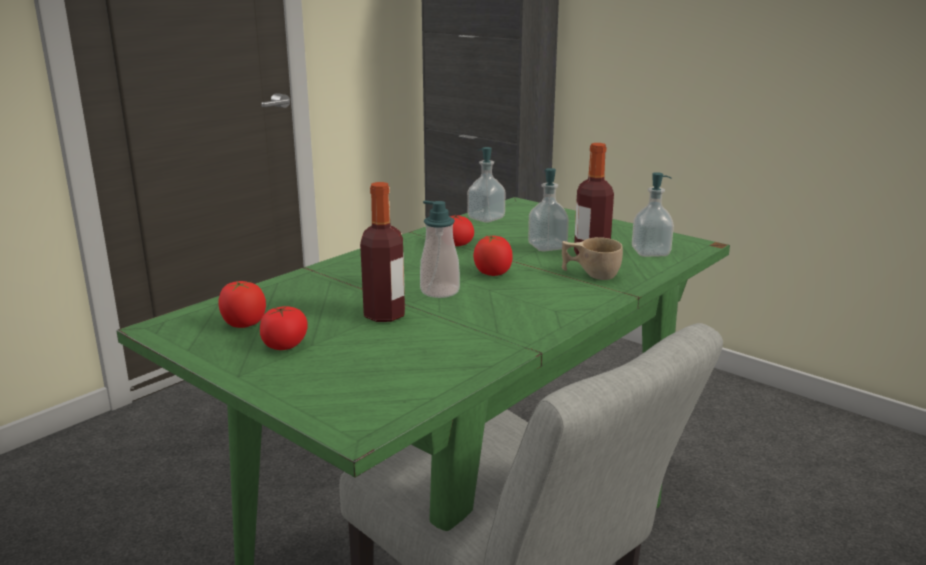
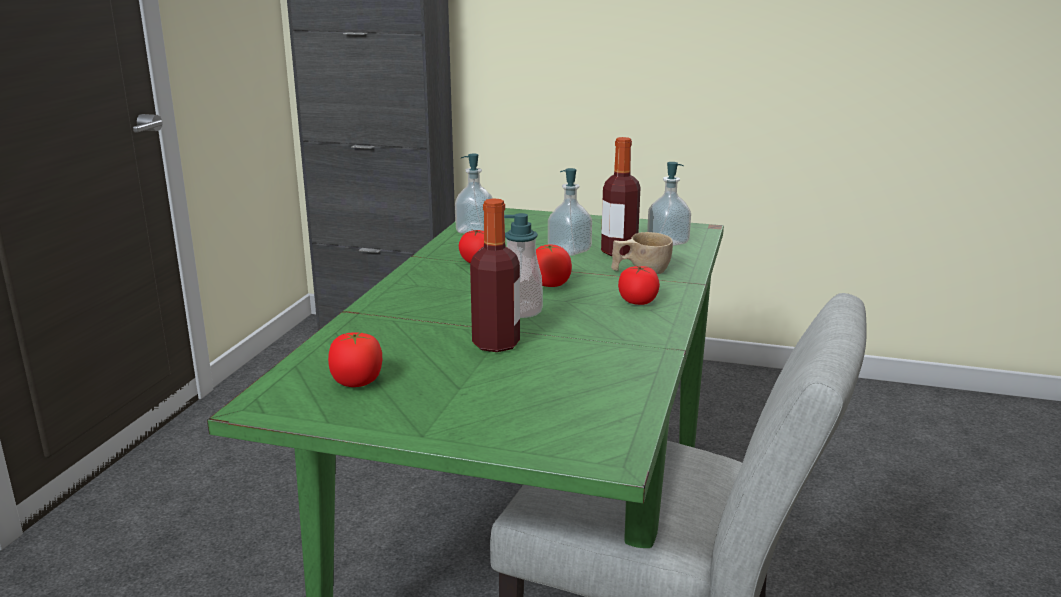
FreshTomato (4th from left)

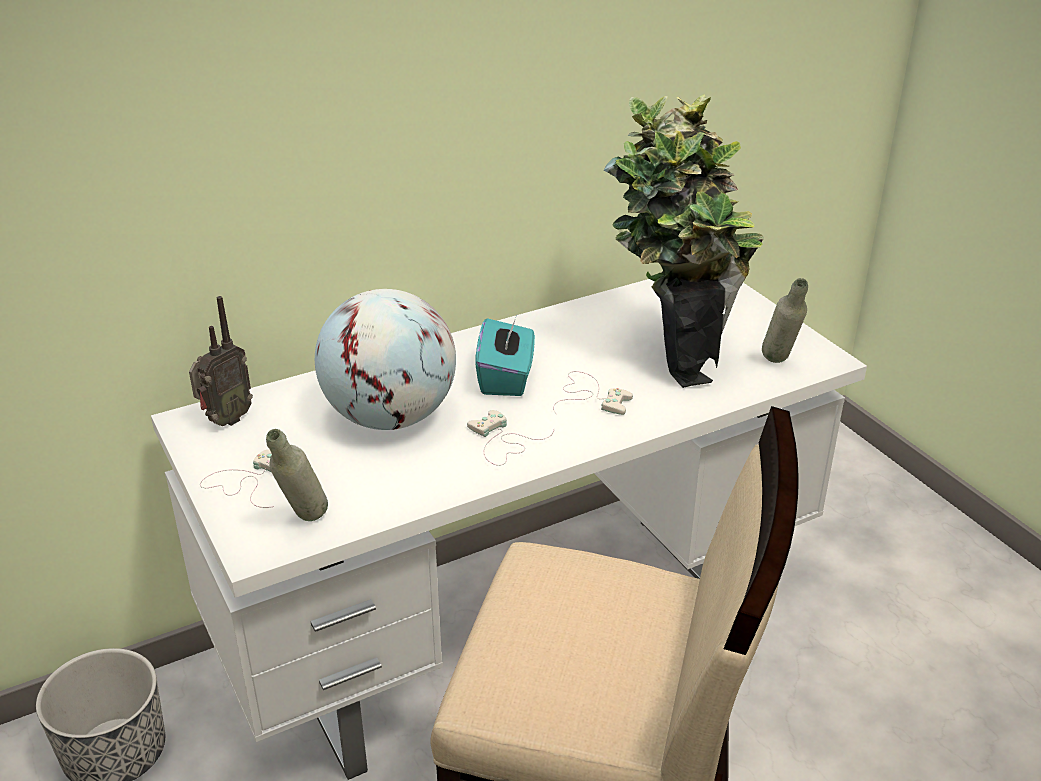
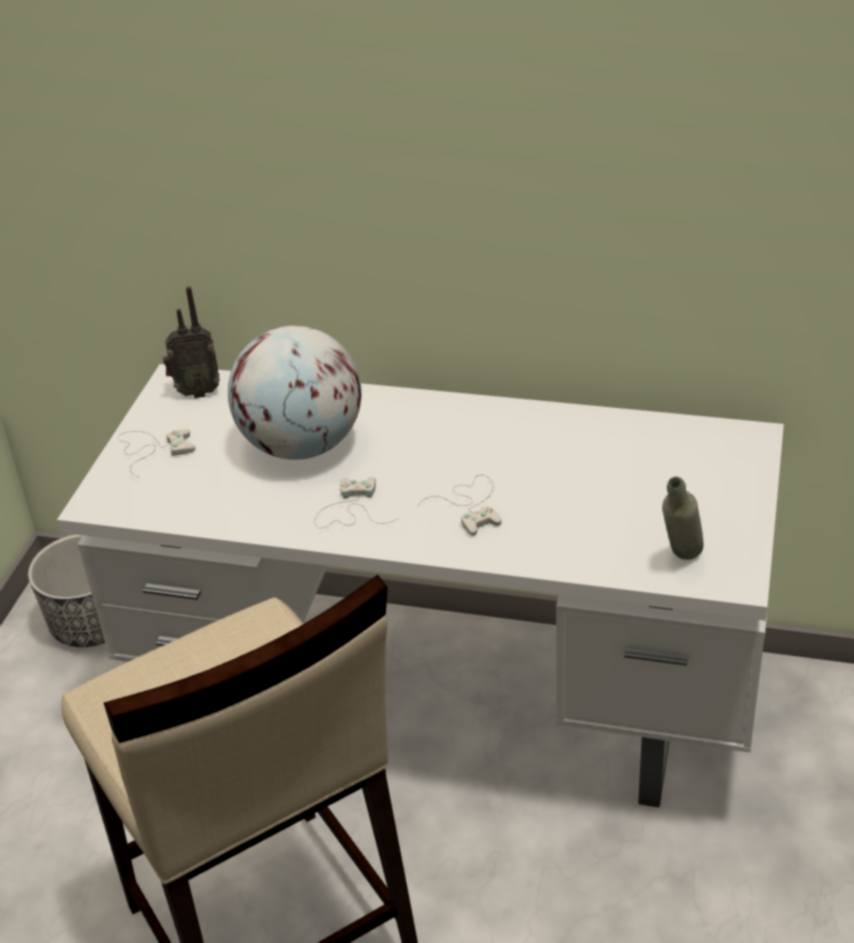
GrayBottle (1st from left in the first image)
TurquoiseColouredTissueBox
PlantInAPot

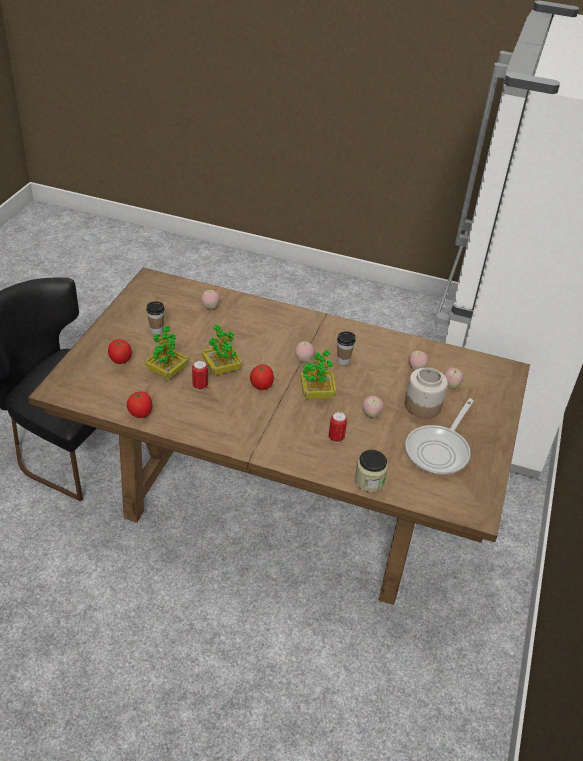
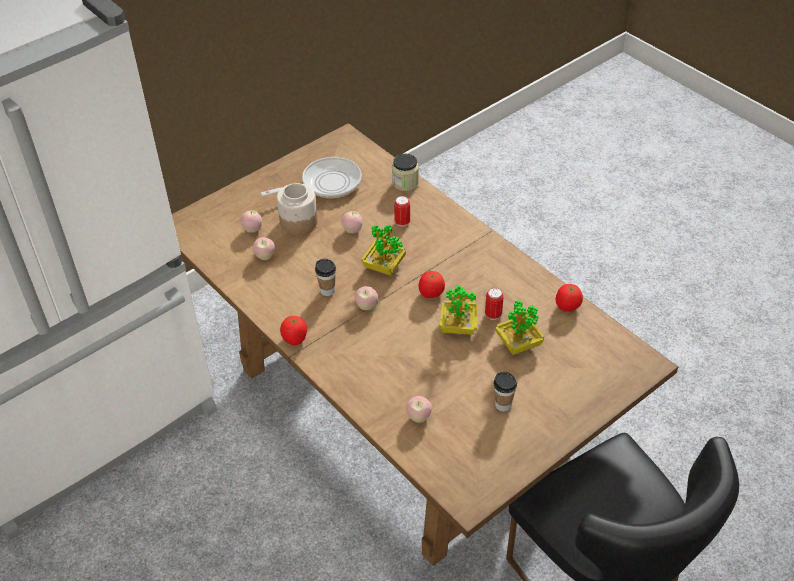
FreshTomato (1st from left)

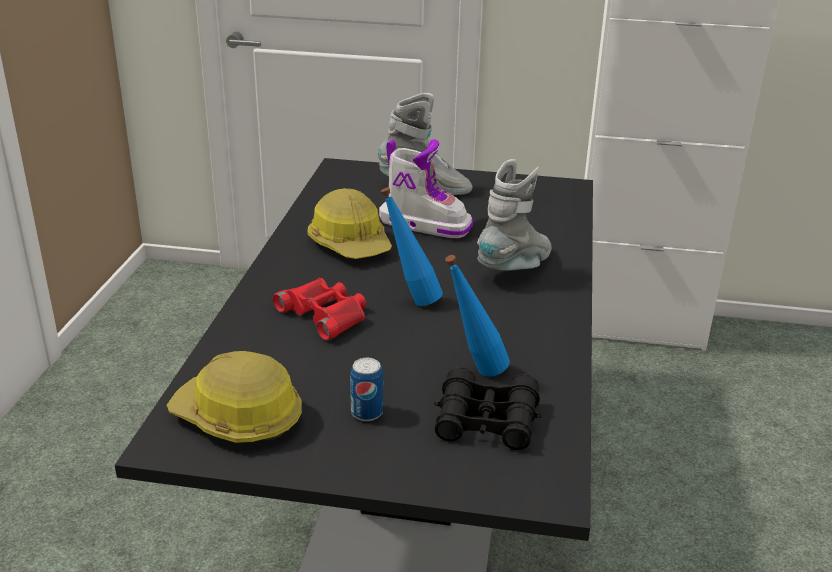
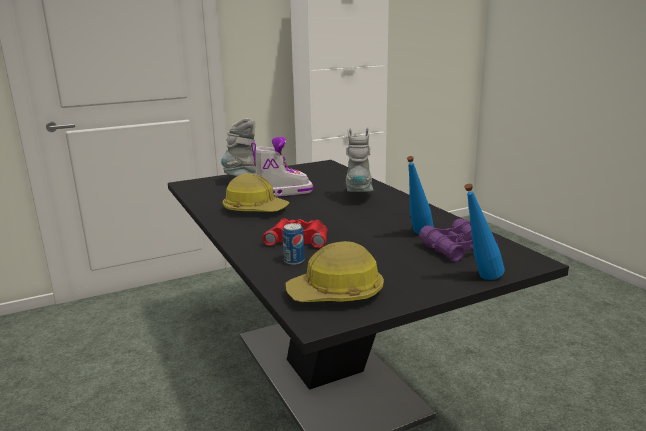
SealedCan
BluishBottle (2nd from left)
PurpleColouredPairOfBinoculars

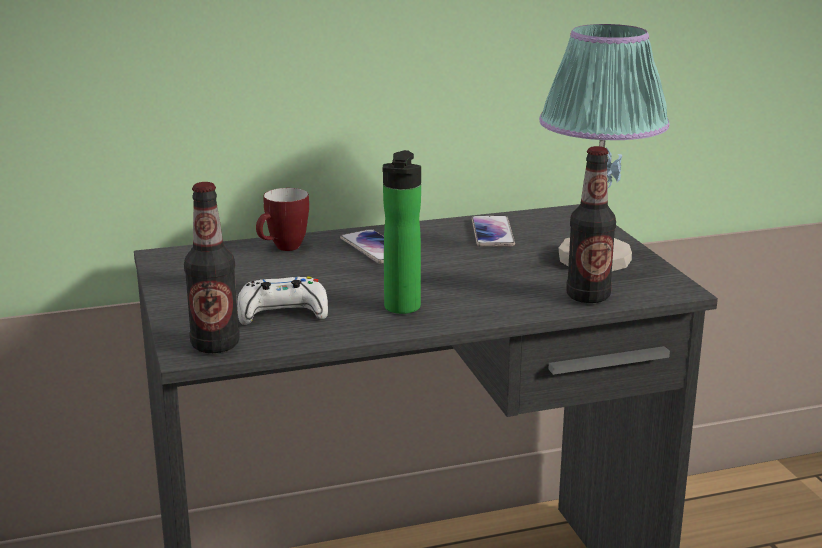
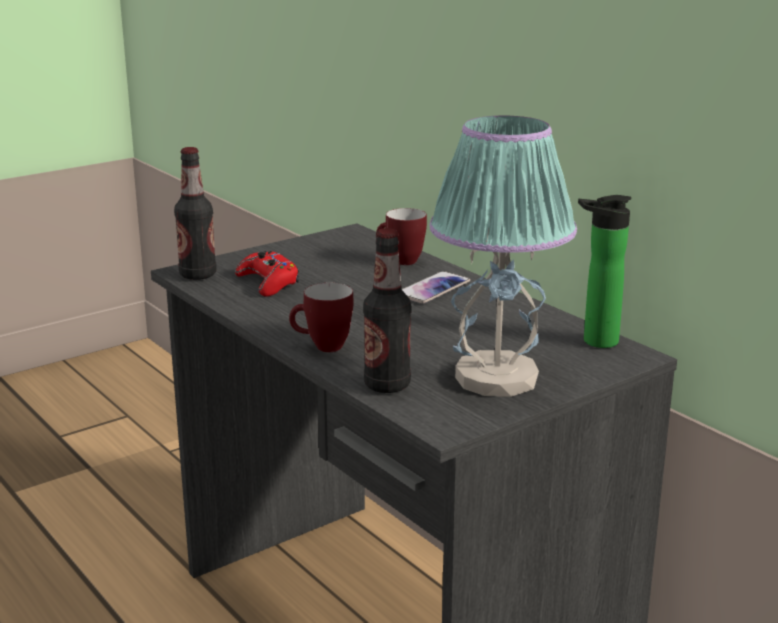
ReddishGamepad
Bottle (3rd from left)
Telephone (2nd from left in the first image)
TeaMug (1st from left)

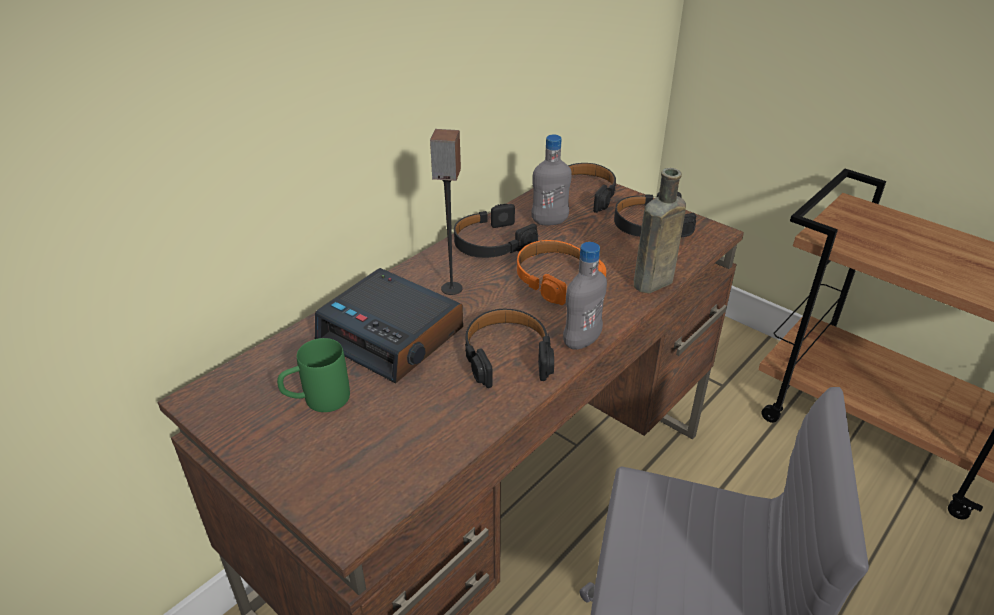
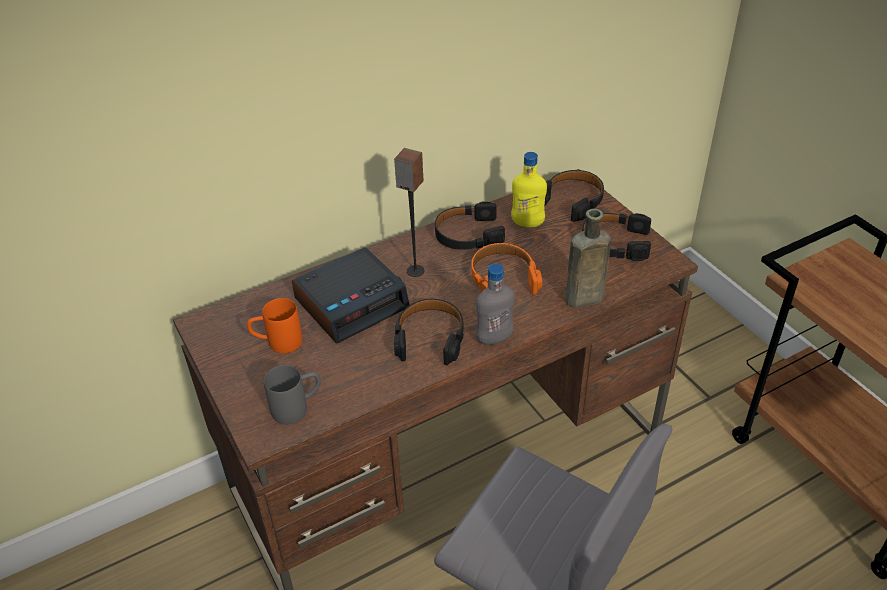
OrangeyTeaMug
AlarmClock
YellowishBottle
GrayTeaMug

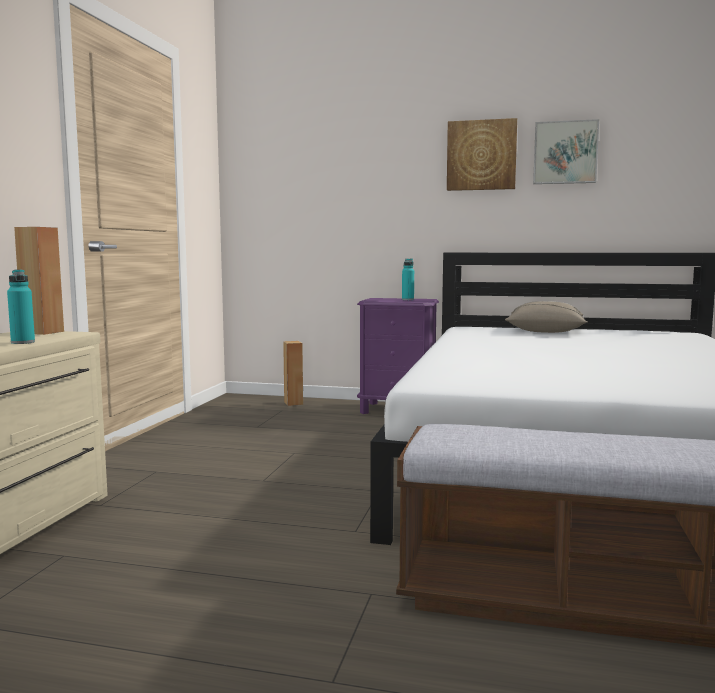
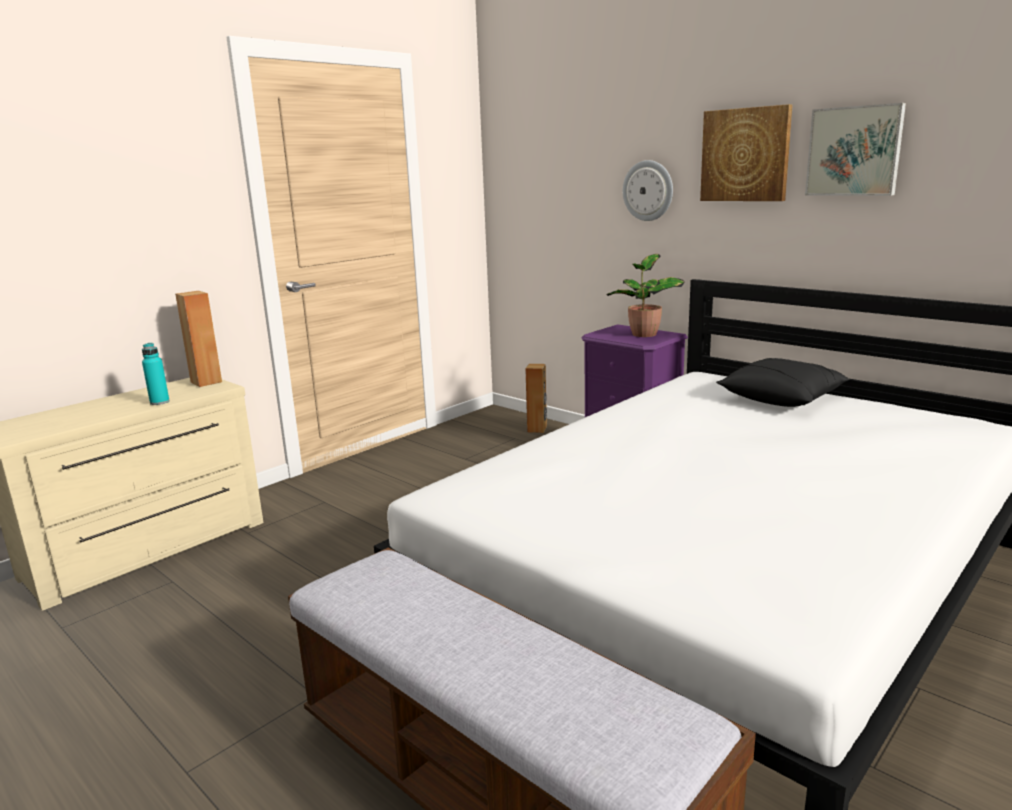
PlantInAPot
BlackCushion
ClockOnTheWall

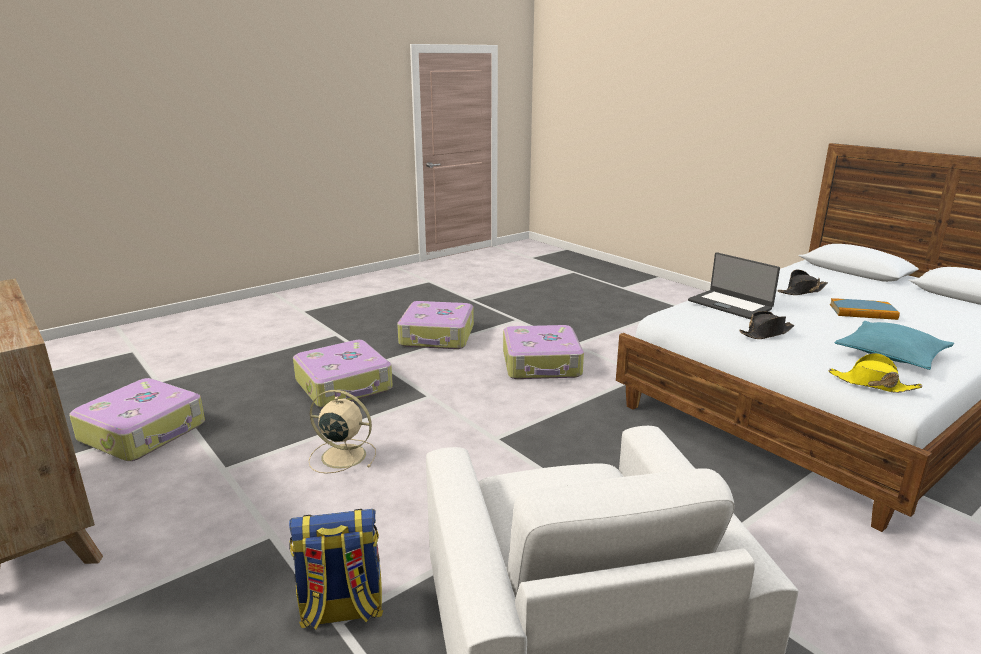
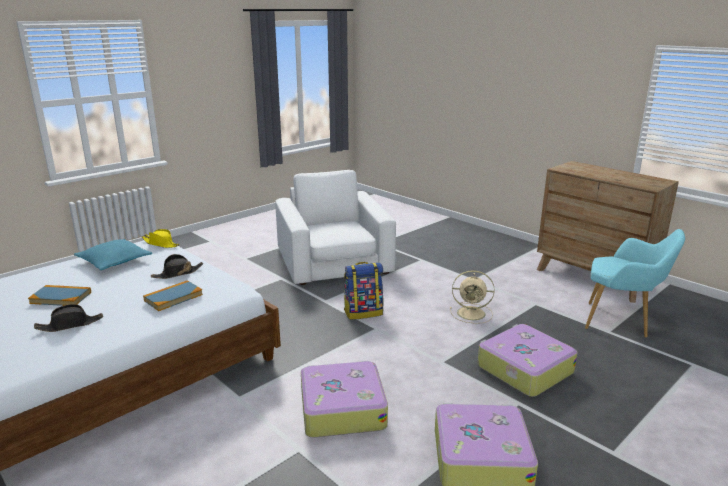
TurquoiseColouredArmchair
Knapsack
BoundBook (2nd from left)

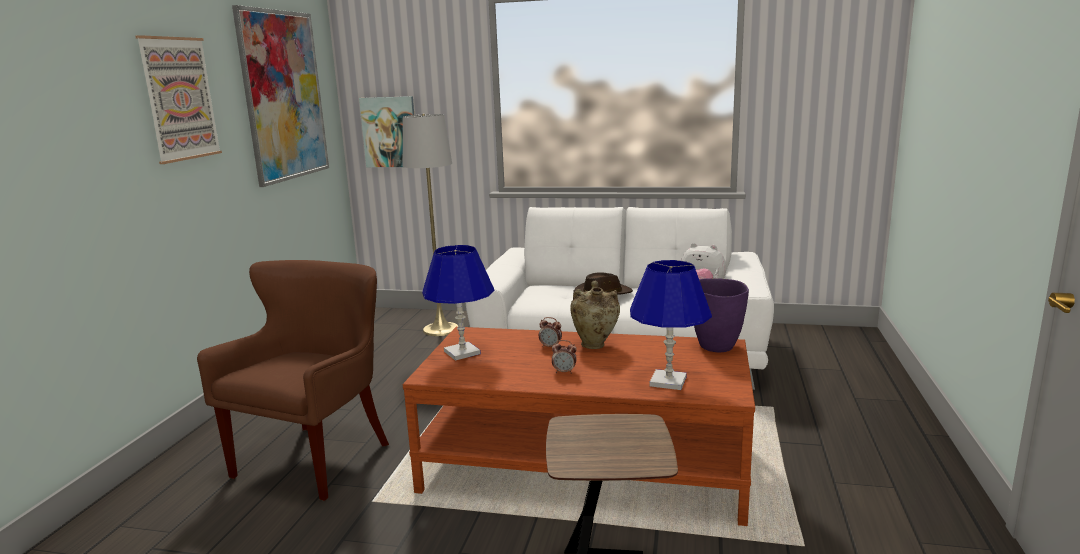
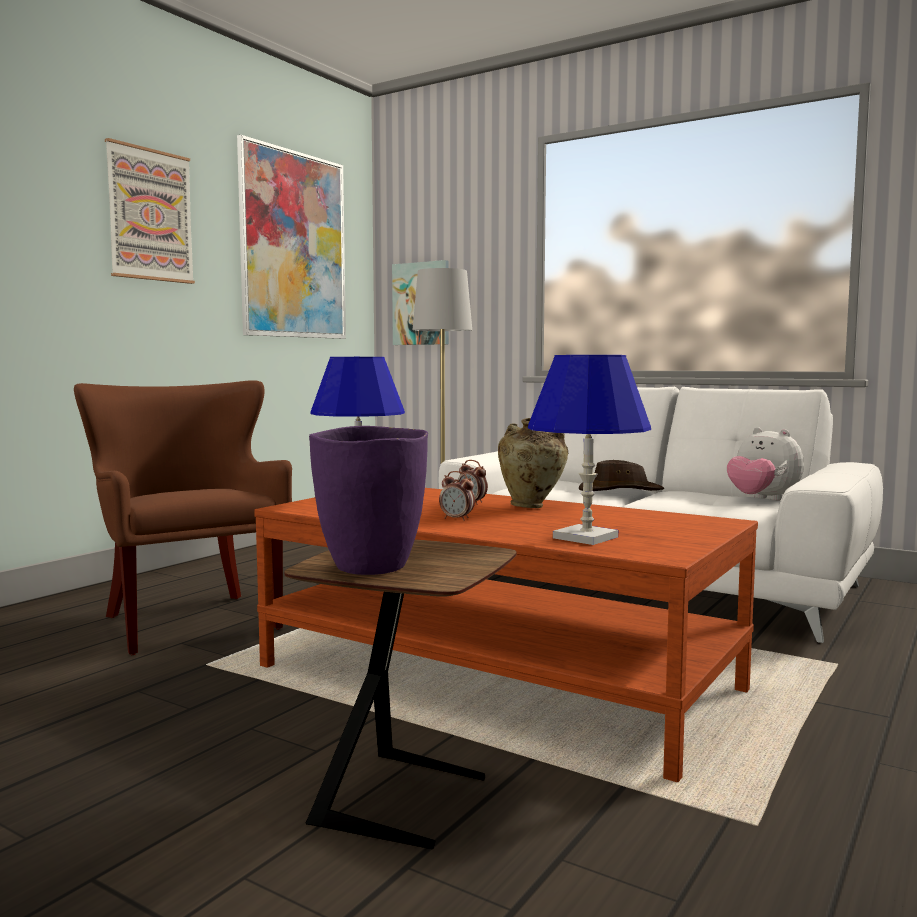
BrownishArmchair
PurpleColouredFlowerVase

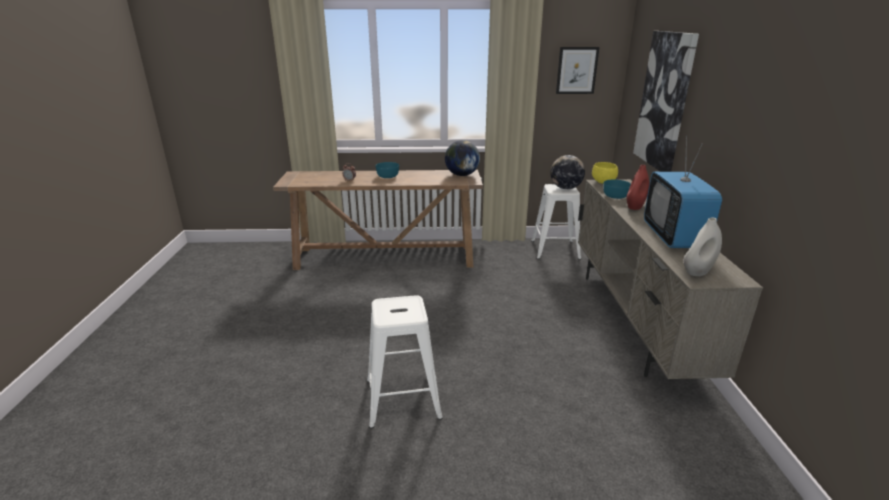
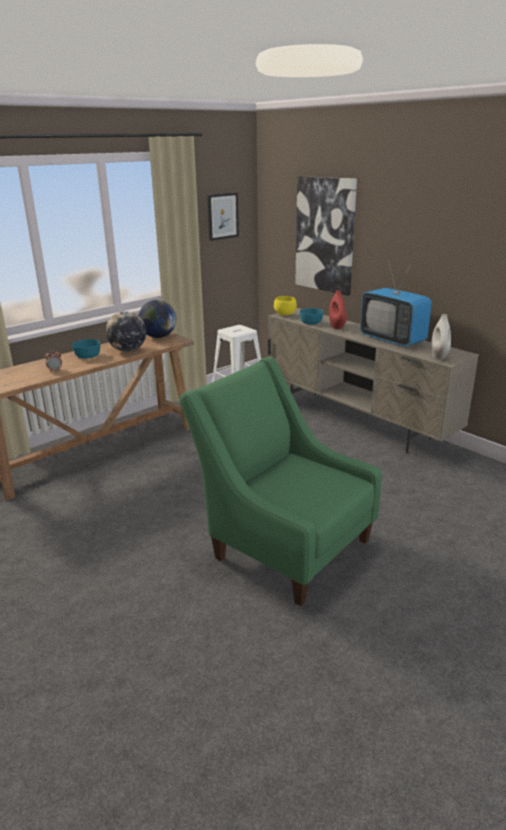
GreenishArmchair
Globe (1st from left)

